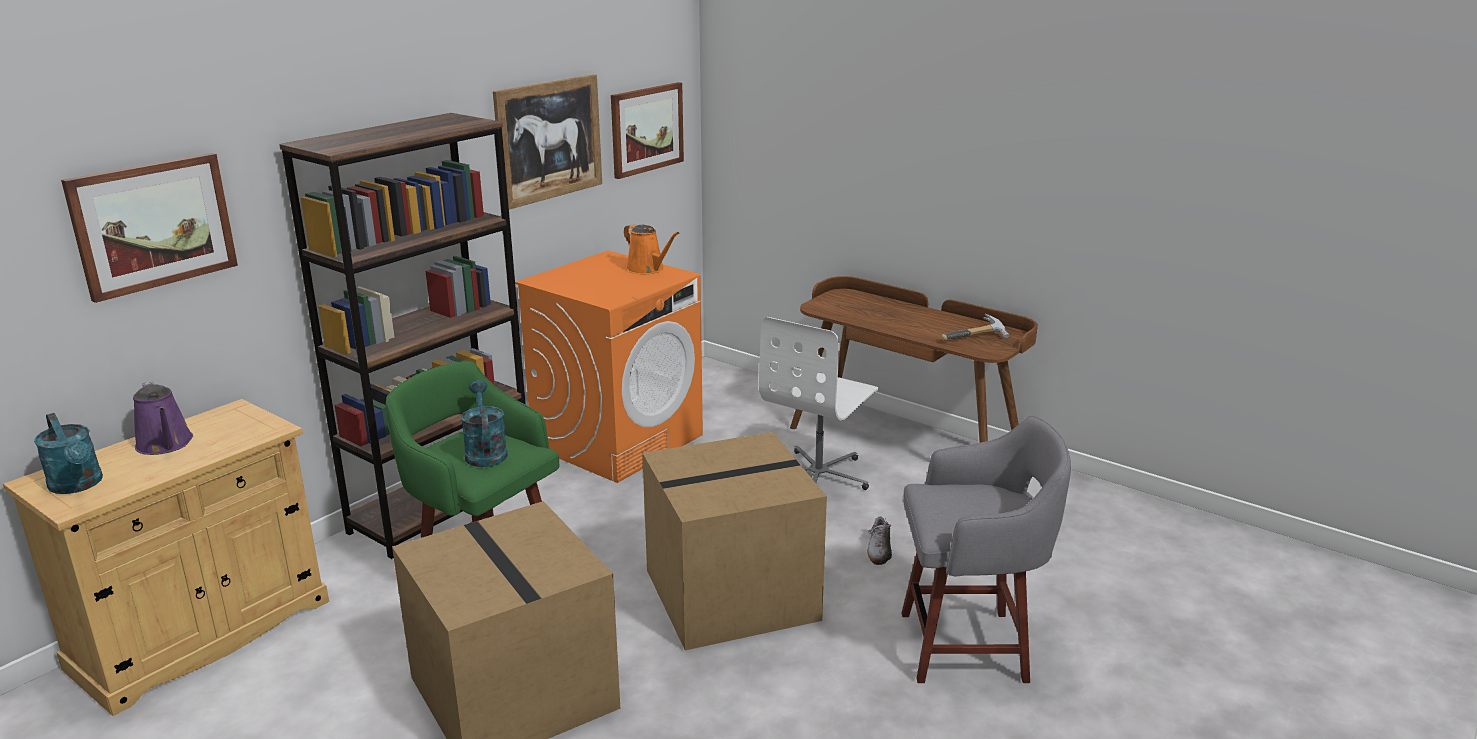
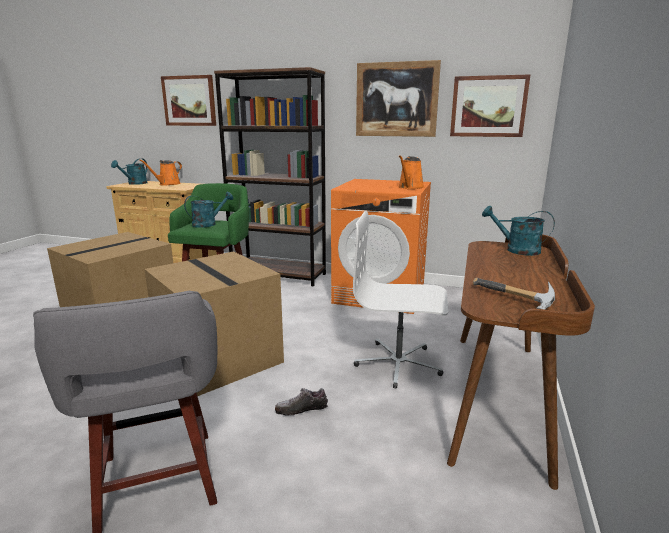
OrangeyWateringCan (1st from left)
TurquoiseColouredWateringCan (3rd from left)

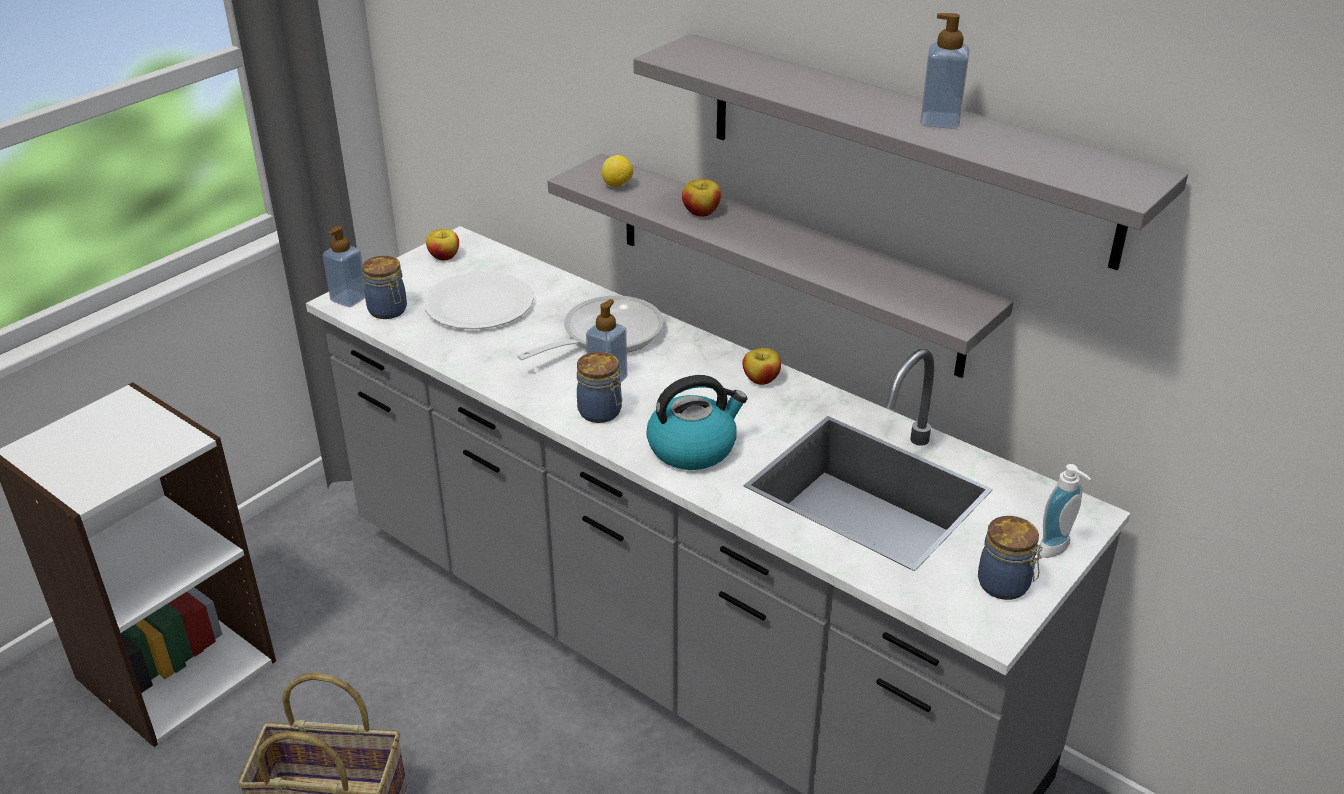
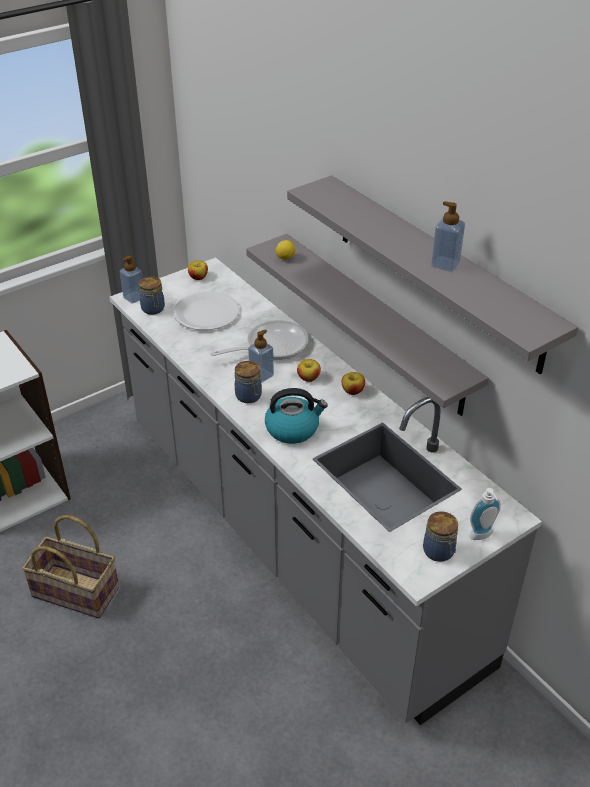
Apple (2nd from left)

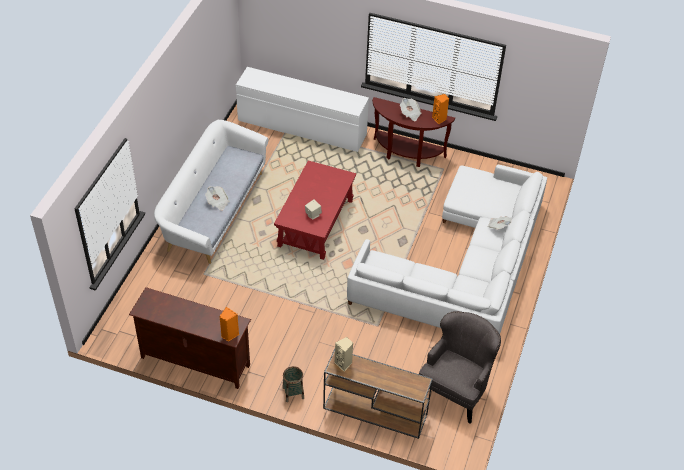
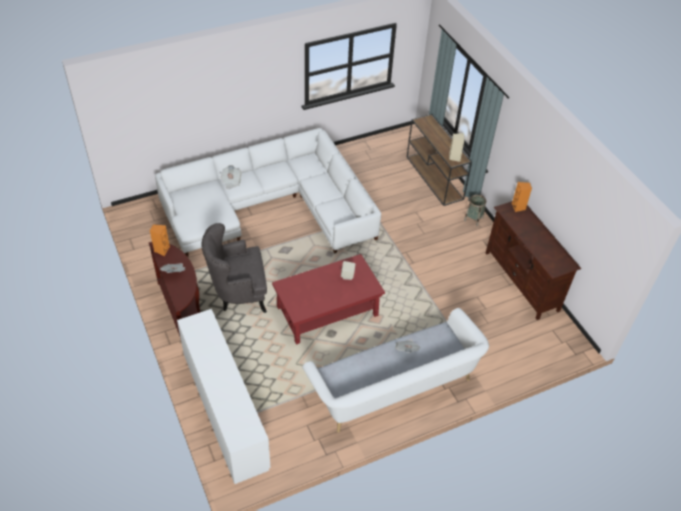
GrayArmchair

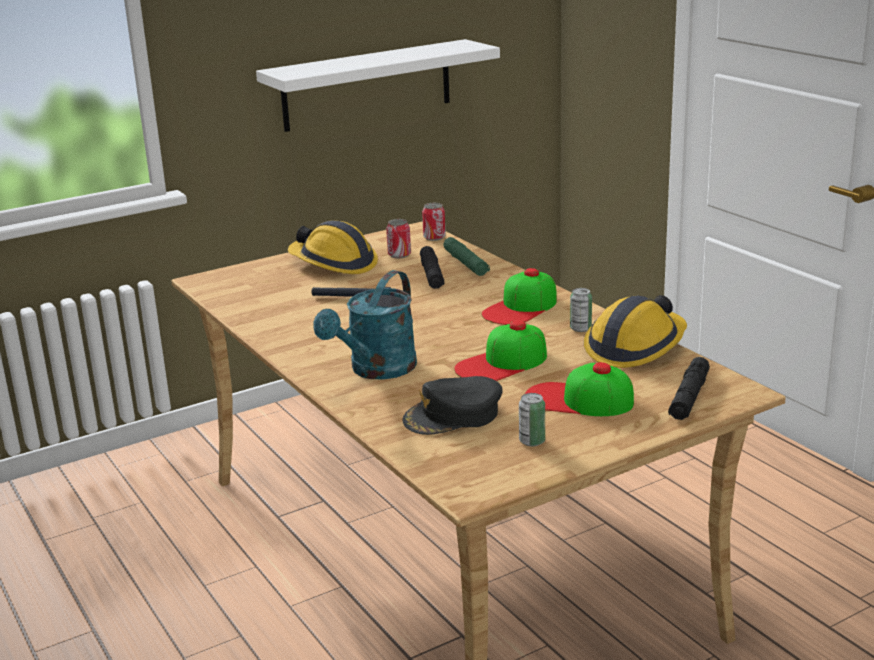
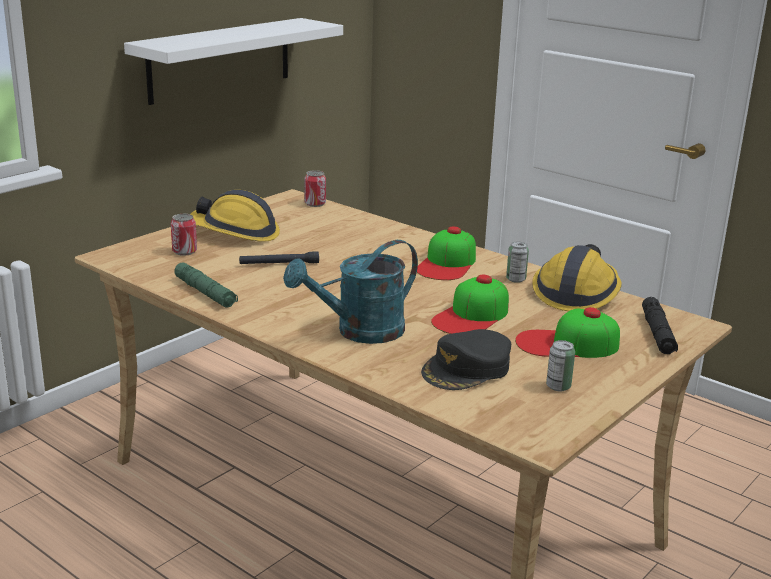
TurquoiseColouredWateringCan
SealedCan (1st from left)
BlackHandTorch (2nd from left in the first image)
GreenishHandTorch

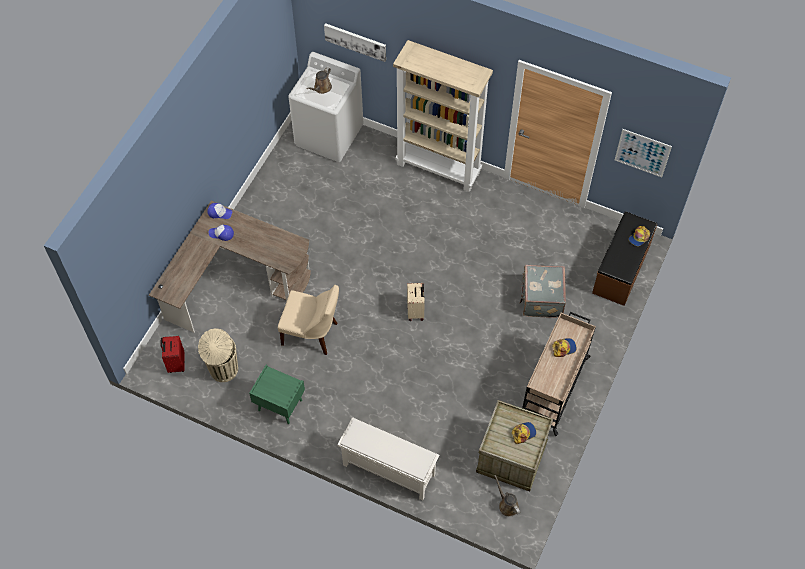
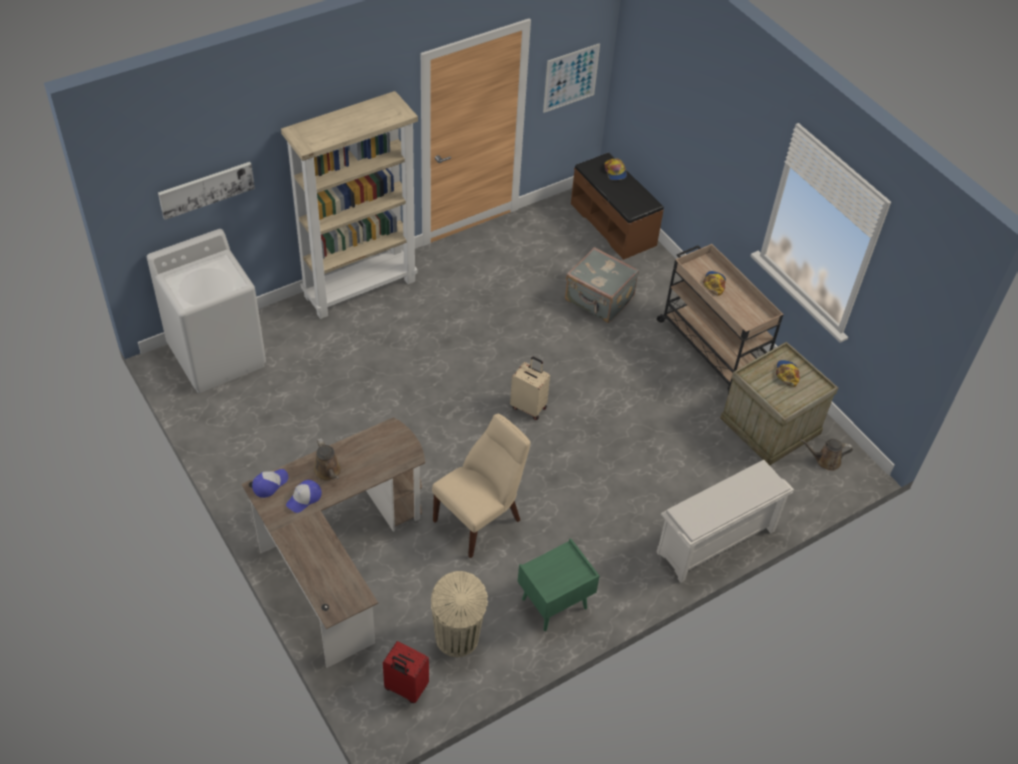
BrownishWateringCan (1st from left)

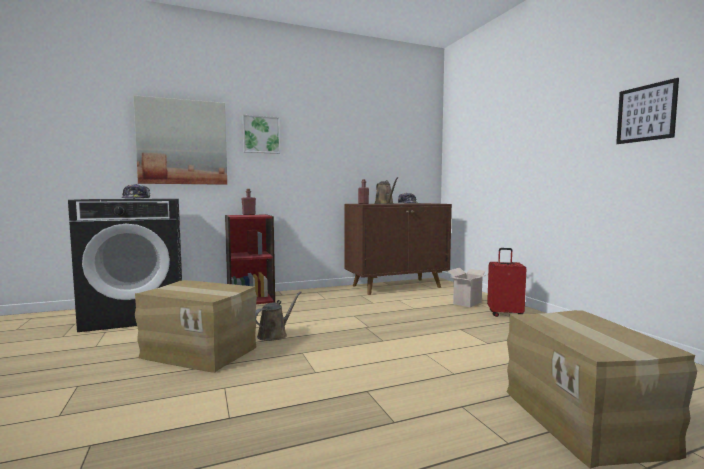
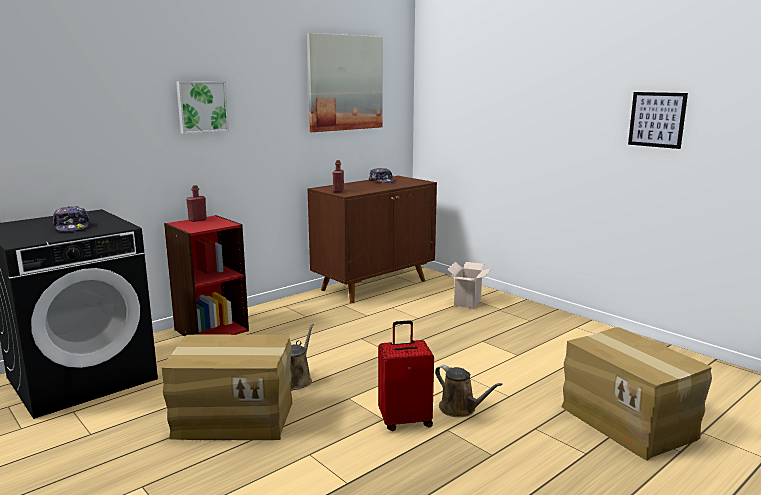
Picture (2nd from left)
BrownishWateringCan (2nd from left)
ReddishSuitcase

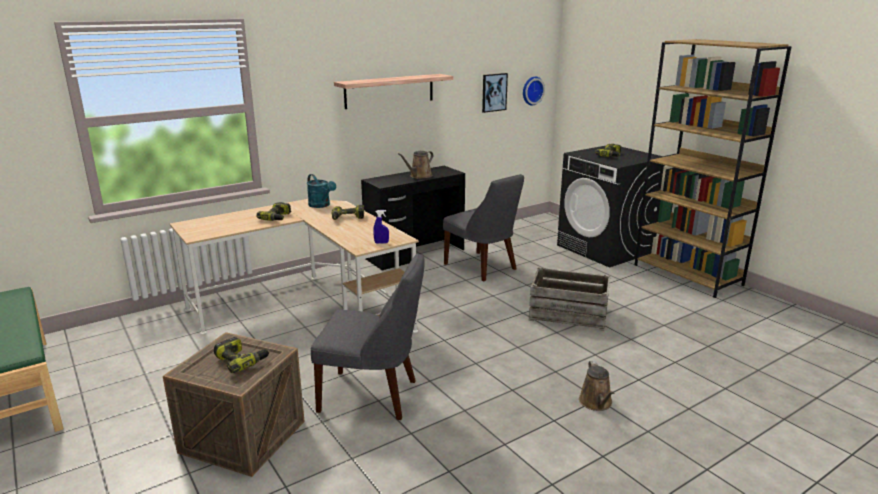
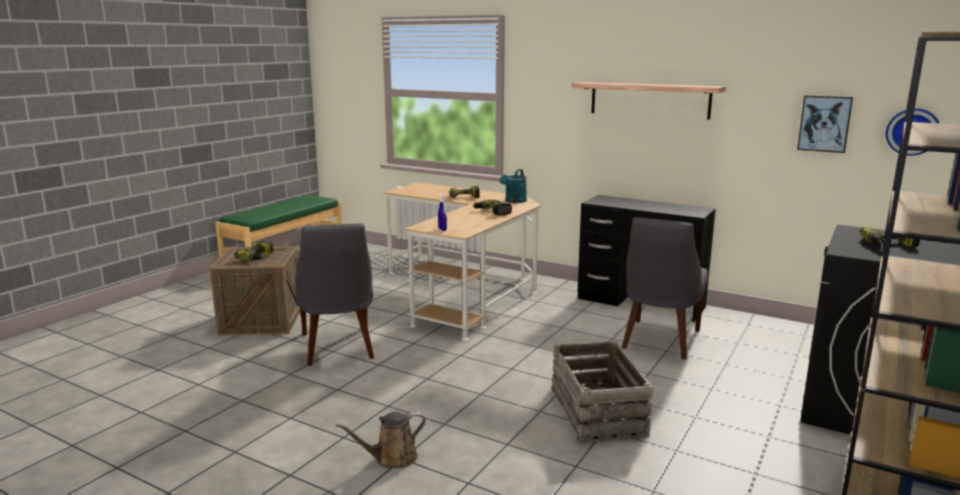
BrownishWateringCan (1st from left in the first image)

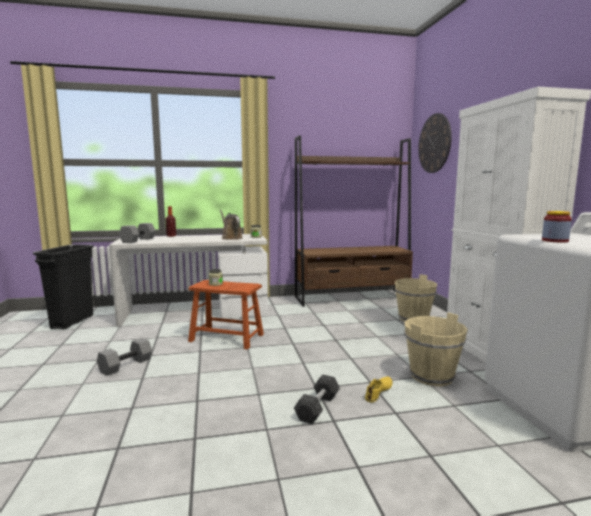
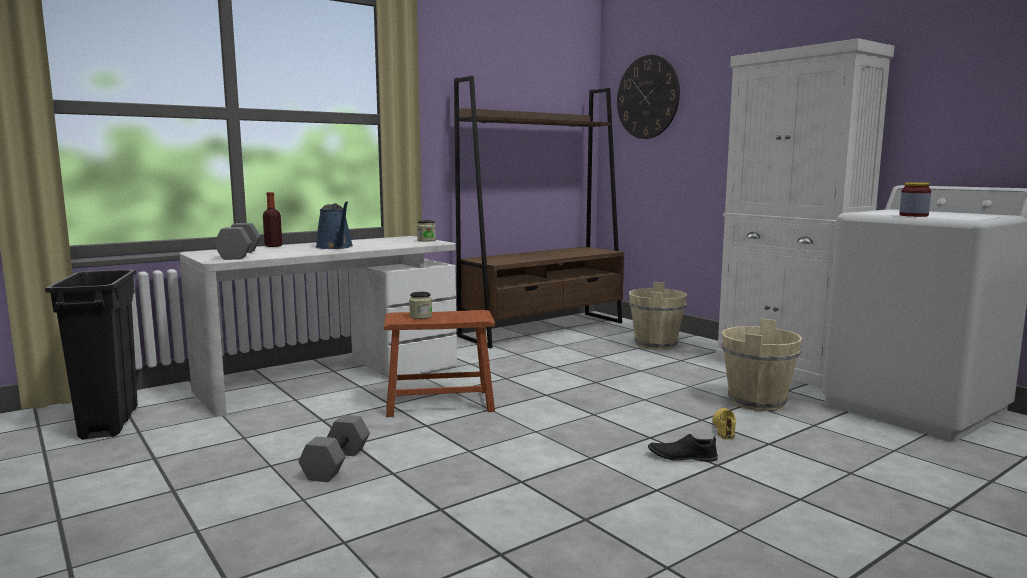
BrownishWateringCan
BlackItemOfFootwear
BluishWateringCan

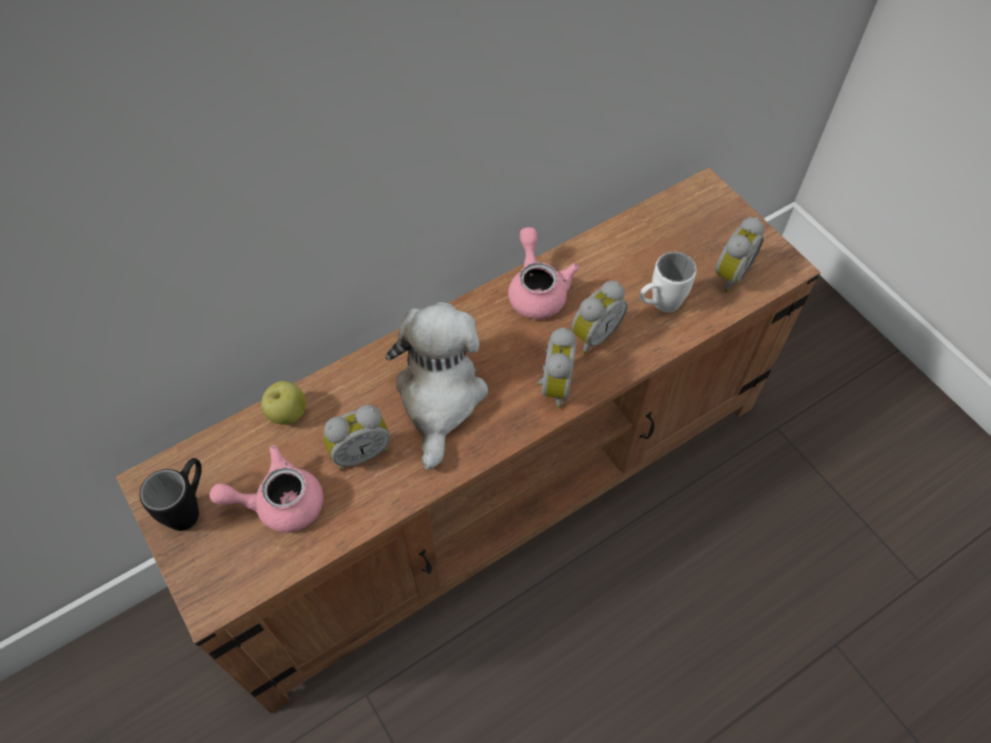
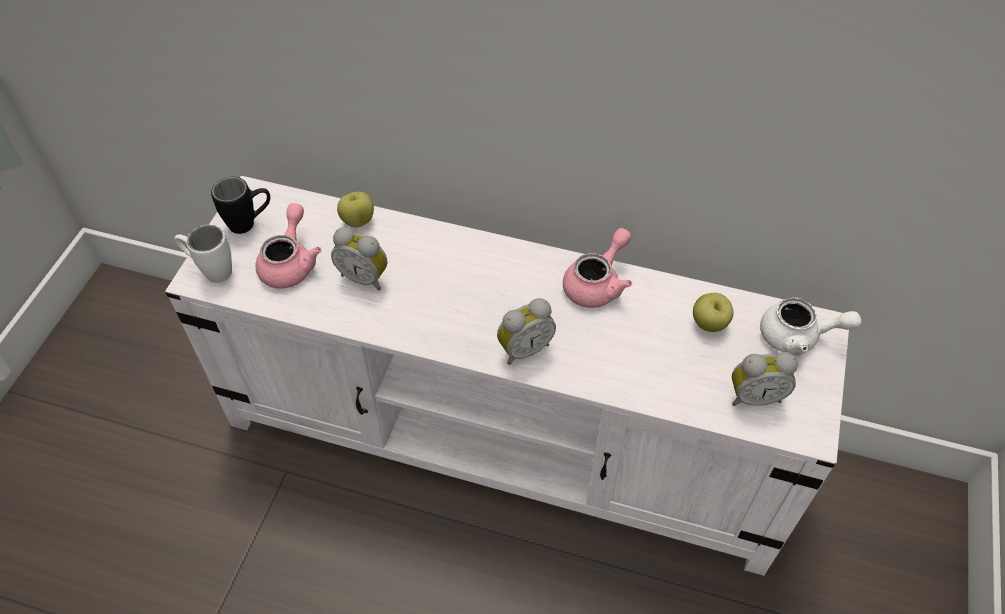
WhiteColouredTvUnit
PinkColouredTeaPot (1st from left)
CuddlyToy
AlarmClock (3rd from left in the first image)
WhiteColouredTeaMug
Apple (2nd from left)
WhiteColouredTeaPot

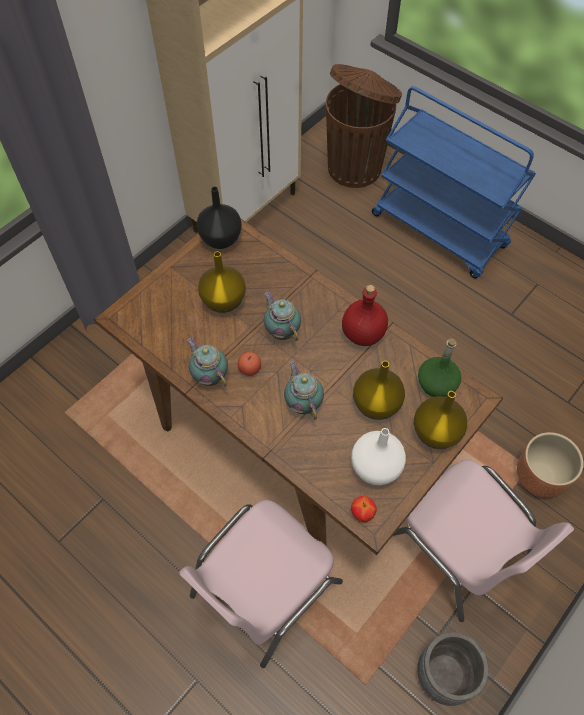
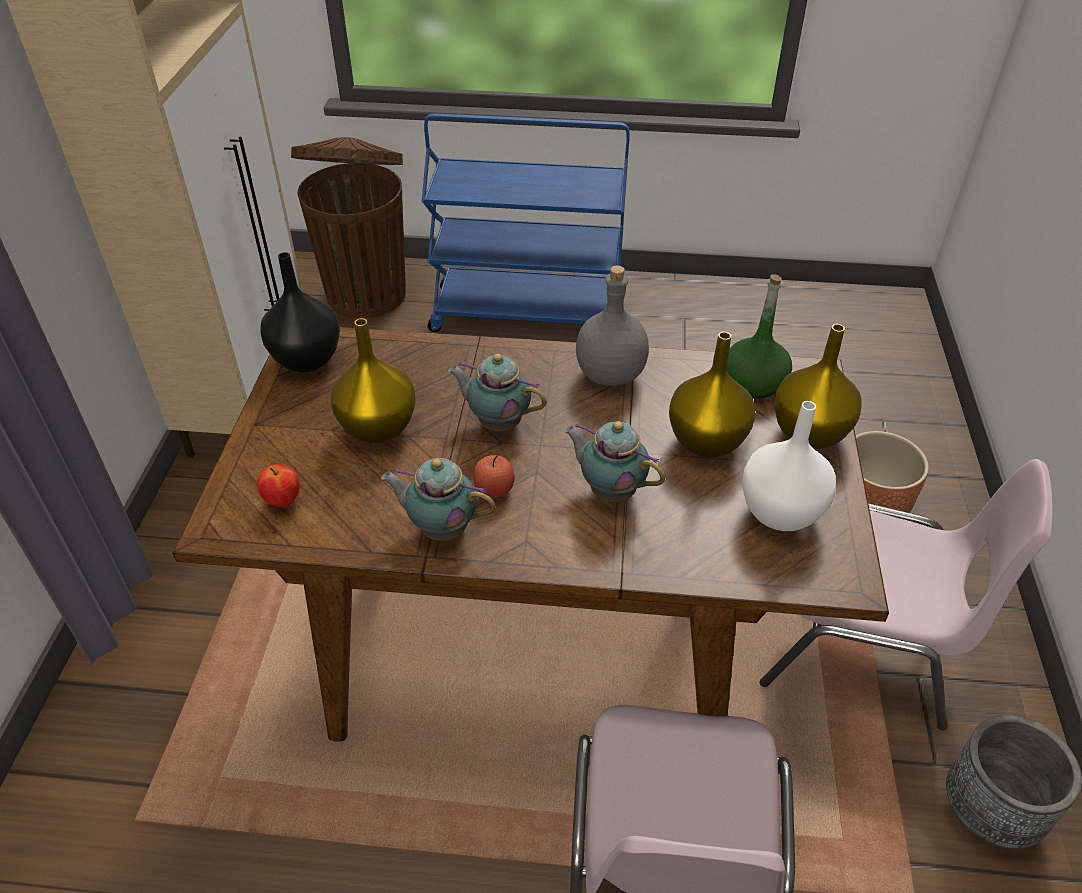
GrayBottle
Apple (1st from left)

